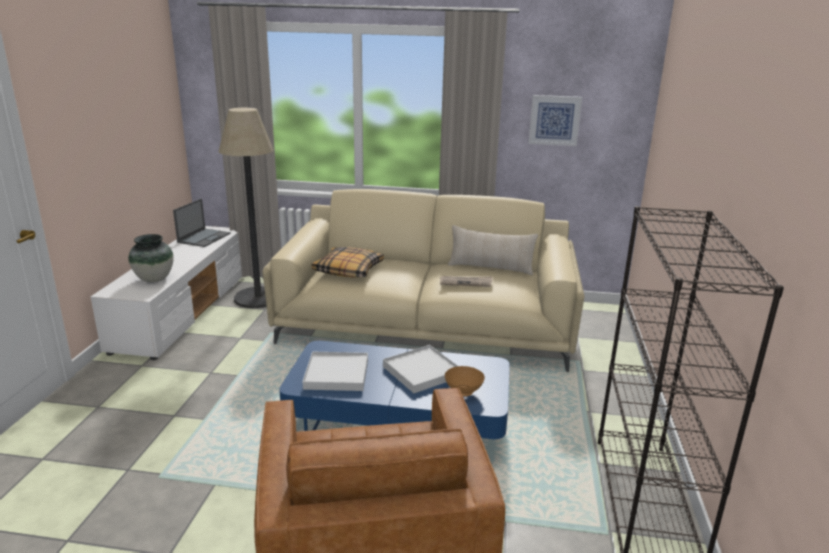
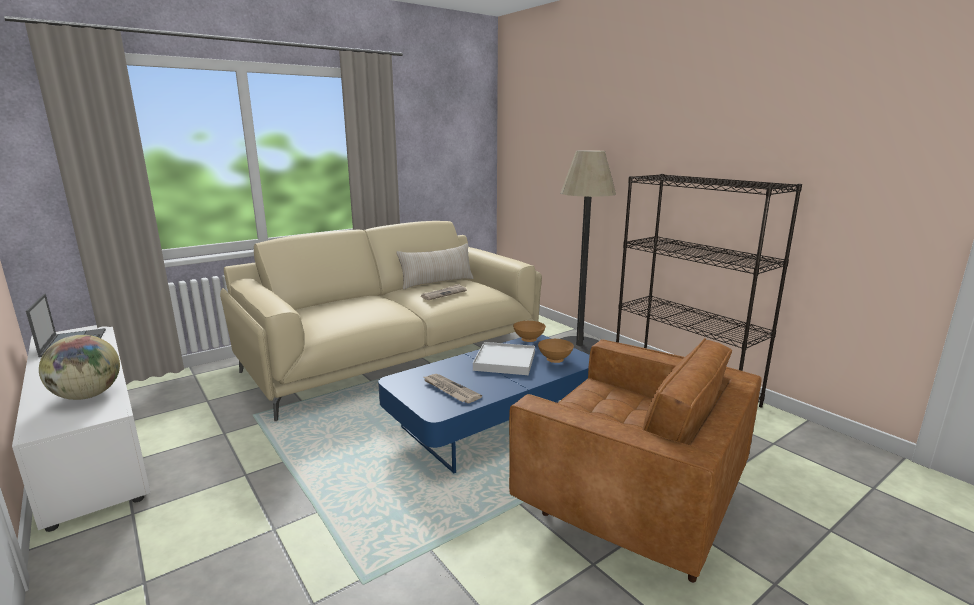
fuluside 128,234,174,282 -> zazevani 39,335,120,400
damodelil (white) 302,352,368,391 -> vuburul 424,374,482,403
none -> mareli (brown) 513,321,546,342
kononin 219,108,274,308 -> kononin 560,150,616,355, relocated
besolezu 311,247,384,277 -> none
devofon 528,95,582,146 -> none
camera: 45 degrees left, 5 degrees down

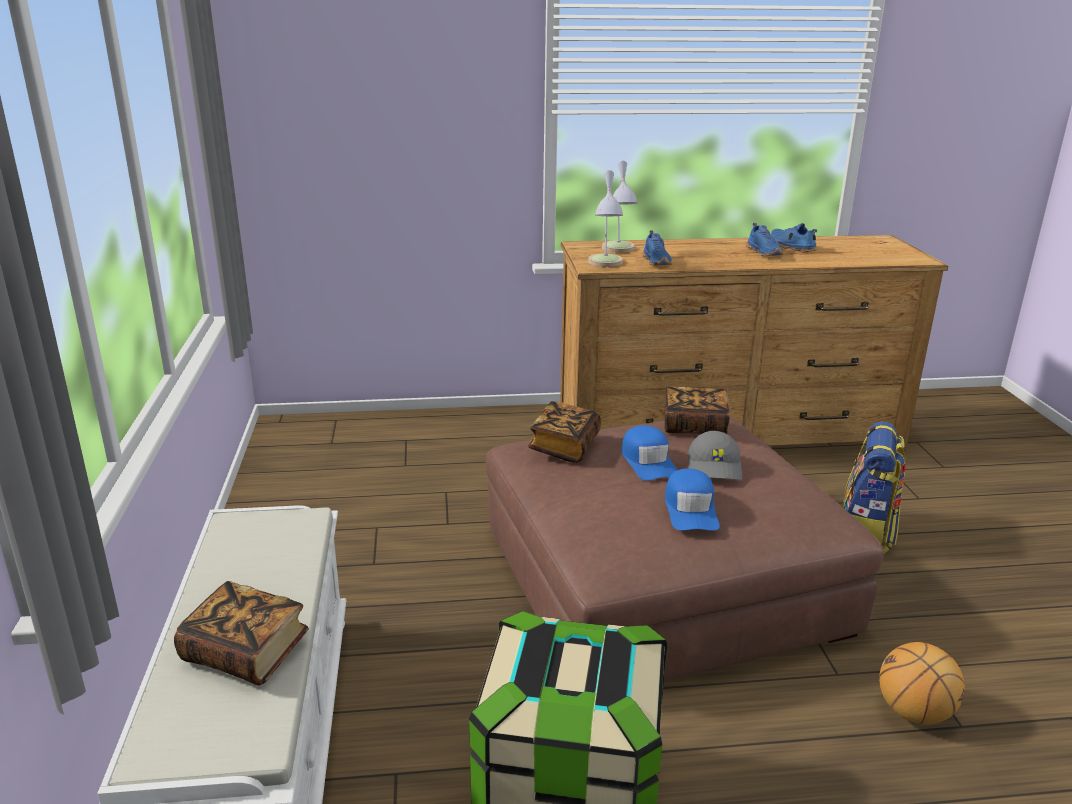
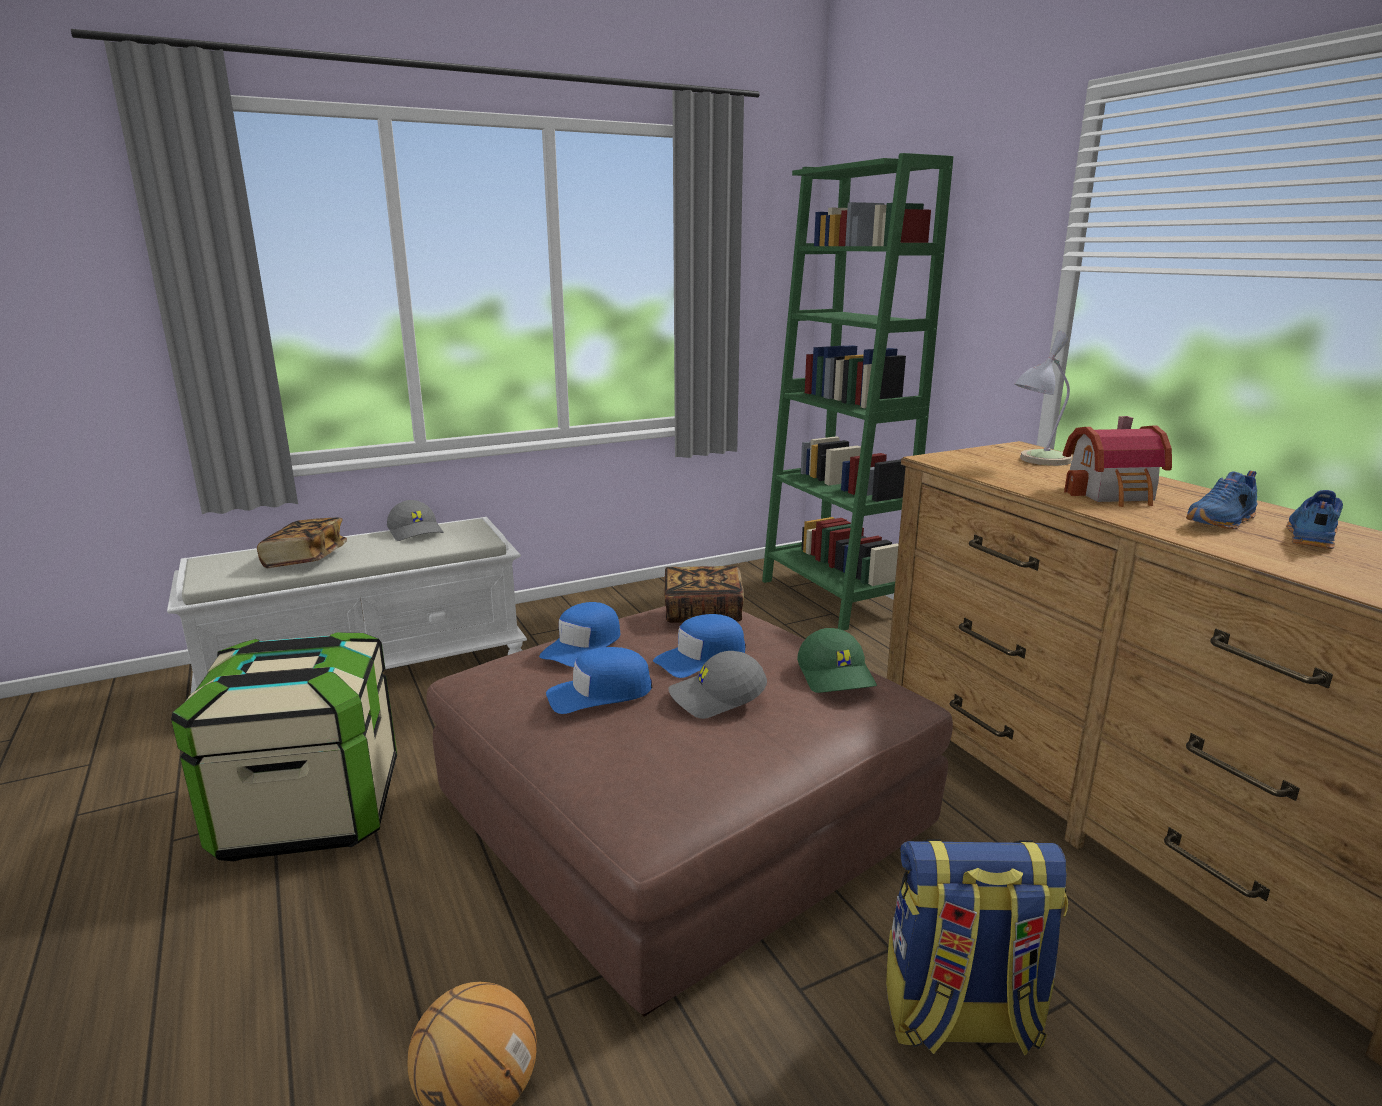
none -> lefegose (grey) 387,500,444,541
none -> lefegose (blue) 539,602,620,667
none -> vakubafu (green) 762,153,953,631
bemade 664,386,730,434 -> lefegose (green) 797,628,877,693
none -> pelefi 1063,416,1172,507
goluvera 588,170,623,267 -> none
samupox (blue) 642,230,672,266 -> none
camera: 70 degrees right, 5 degrees down

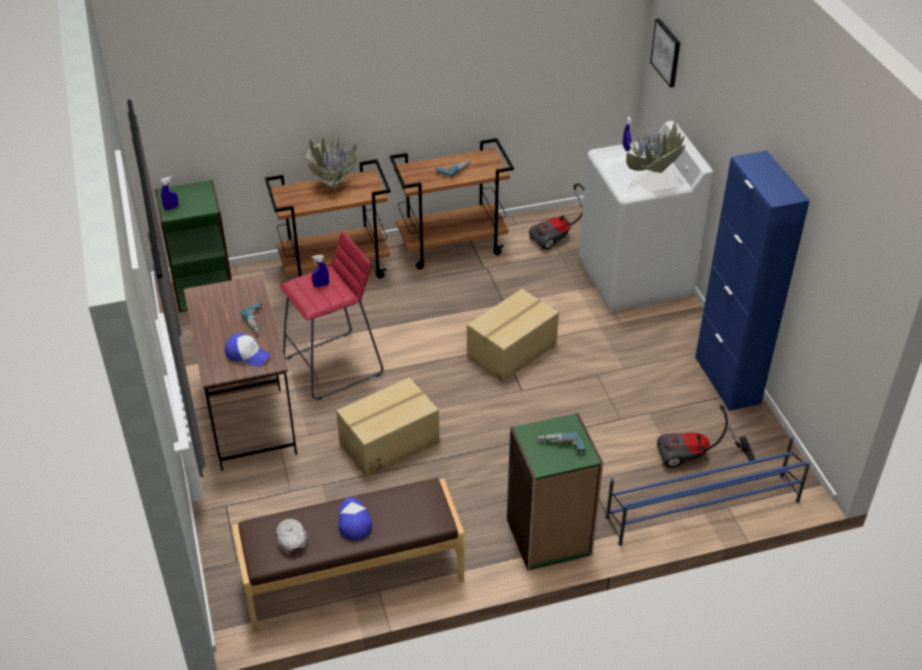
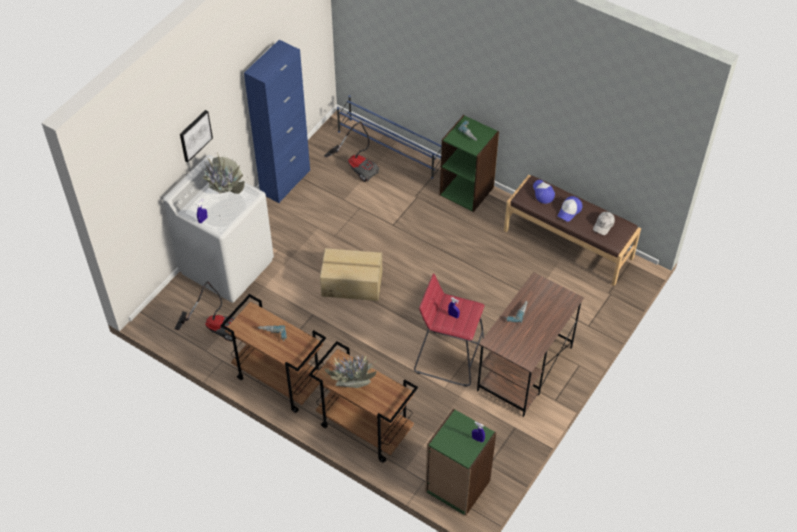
devofon 650,18,680,87 -> devofon 180,110,213,162, relocated
lefegose 225,333,271,367 -> lefegose 533,180,555,204, relocated
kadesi 336,377,440,477 -> none
camera: 130 degrees left, 10 degrees up

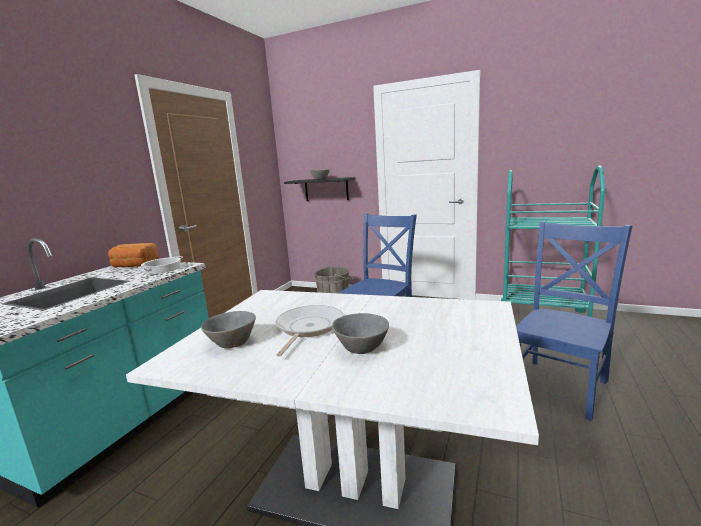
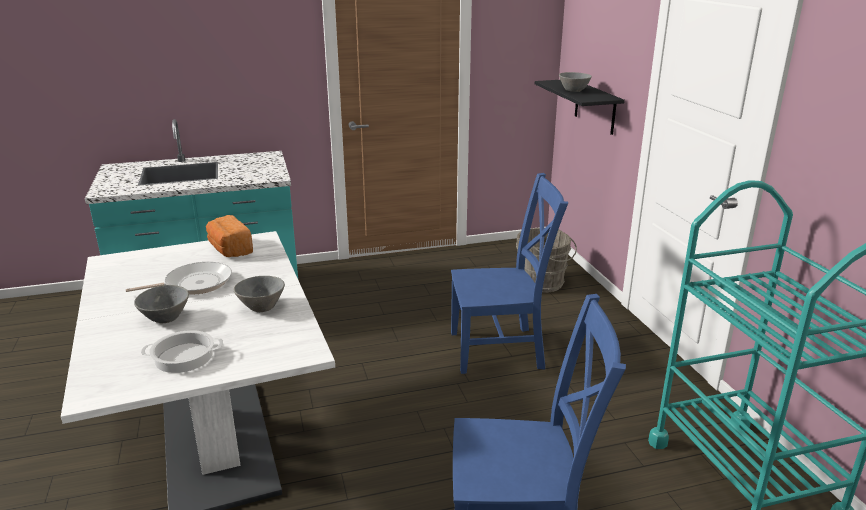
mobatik 138,256,183,274 -> mobatik 141,330,223,373, relocated
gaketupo 108,243,159,268 -> gaketupo 206,215,253,257, relocated
mareli (grey) 201,311,256,348 -> mareli (grey) 234,276,285,312, relocated
camera: 50 degrees right, 10 degrees up

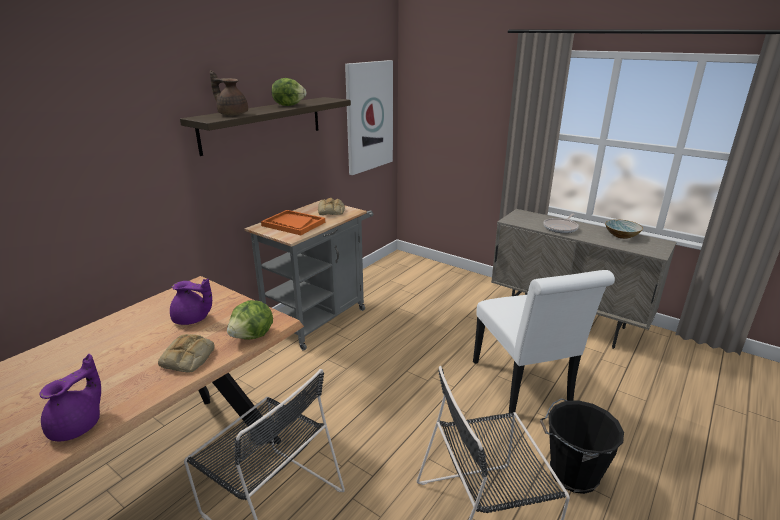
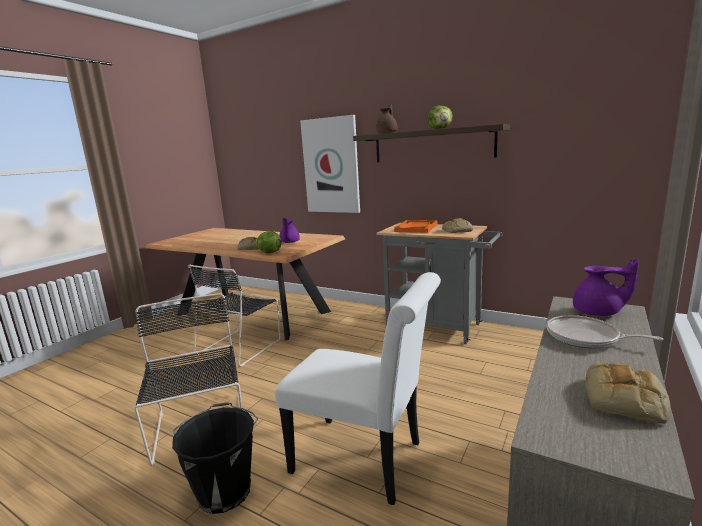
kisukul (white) 473,270,615,413 -> kisukul (white) 275,272,441,505, 135 degrees counterclockwise
devofon 345,60,393,175 -> devofon 300,115,360,213, relocated
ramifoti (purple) 39,354,101,441 -> ramifoti (purple) 573,258,639,316, relocated
mareli 605,219,643,239 -> gaketupo 585,363,671,424
camera: 85 degrees right, 10 degrees down

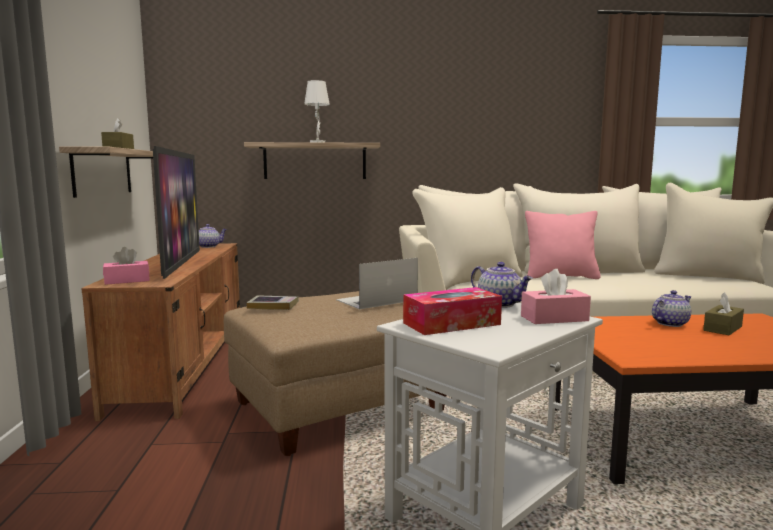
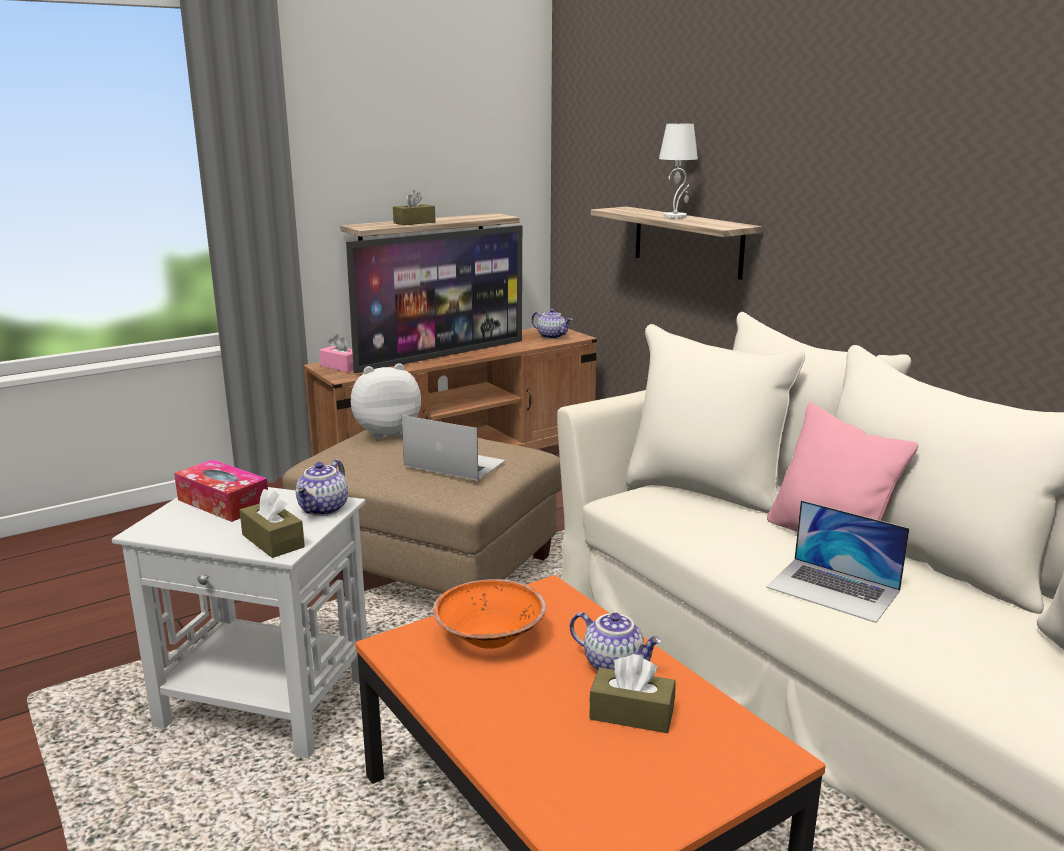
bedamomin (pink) 521,269,591,324 -> bedamomin (brown) 240,488,305,558
bemade 246,295,299,310 -> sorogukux 351,363,421,439
none -> mareli (orange) 433,579,546,649
none -> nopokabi 766,500,910,623
camera: 60 degrees right, 10 degrees up

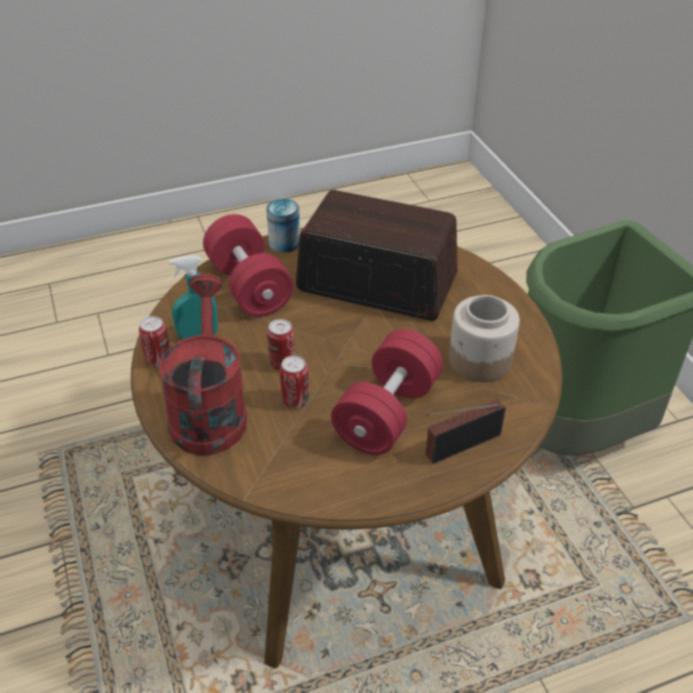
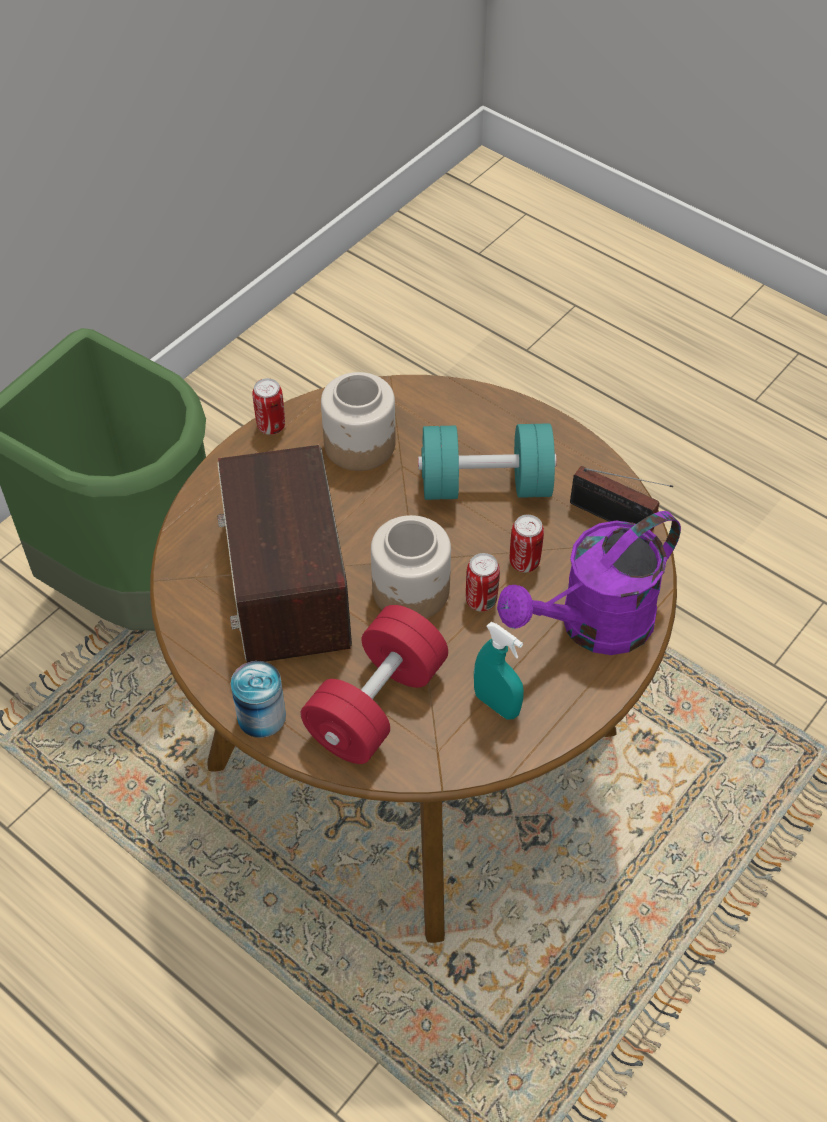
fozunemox 139,316,170,367 -> fozunemox 253,378,285,435, relocated
none -> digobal 371,515,451,619
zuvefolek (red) 331,329,443,455 -> zuvefolek (turquoise) 418,423,557,500
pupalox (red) 159,274,247,456 -> pupalox (purple) 497,511,681,655
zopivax 426,399,506,464 -> zopivax 570,466,673,531, relocated
camera: 120 degrees left, 10 degrees up

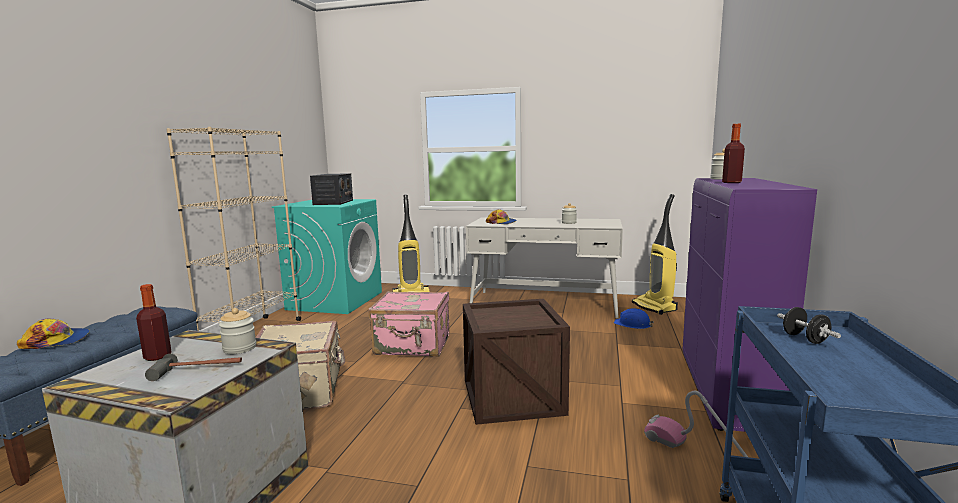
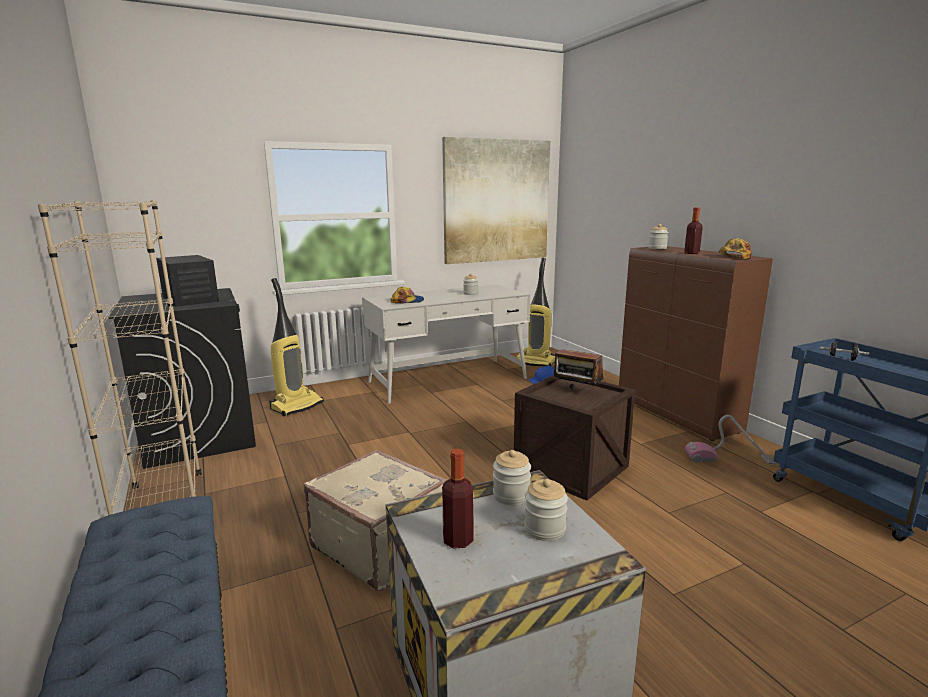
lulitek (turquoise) 272,199,382,314 -> lulitek (black) 108,288,256,469
none -> devofon 442,137,550,264
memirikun 145,354,242,381 -> digobal 524,479,568,541
none -> zopivax 554,349,604,388
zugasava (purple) 683,178,817,432 -> zugasava (brown) 619,246,773,441
lefegose 17,319,90,349 -> lefegose 719,238,752,259, relocated
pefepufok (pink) 368,291,450,357 -> none
camera: 40 degrees left, 5 degrees up

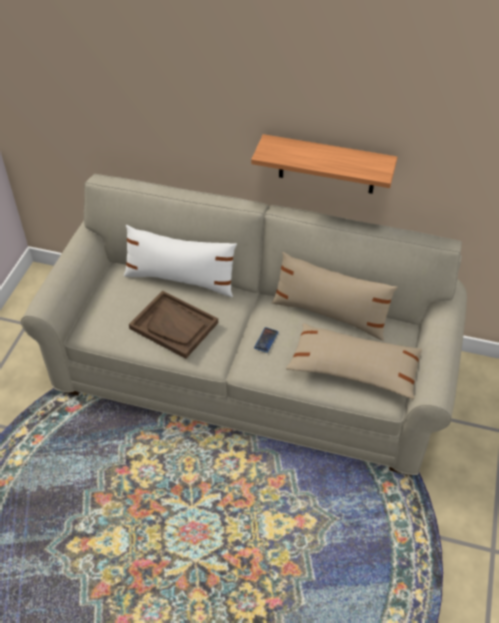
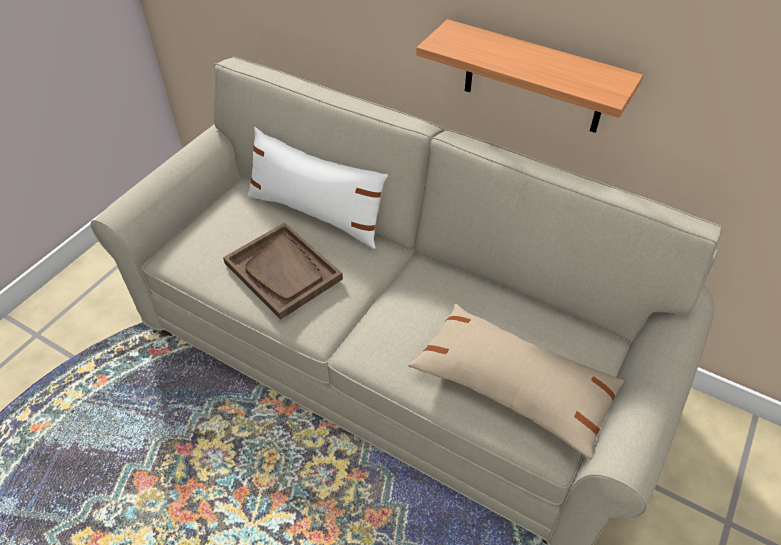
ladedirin 254,327,278,353 -> none
besolezu (beige) 272,252,398,341 -> none
camera: 15 degrees right, 0 degrees up

